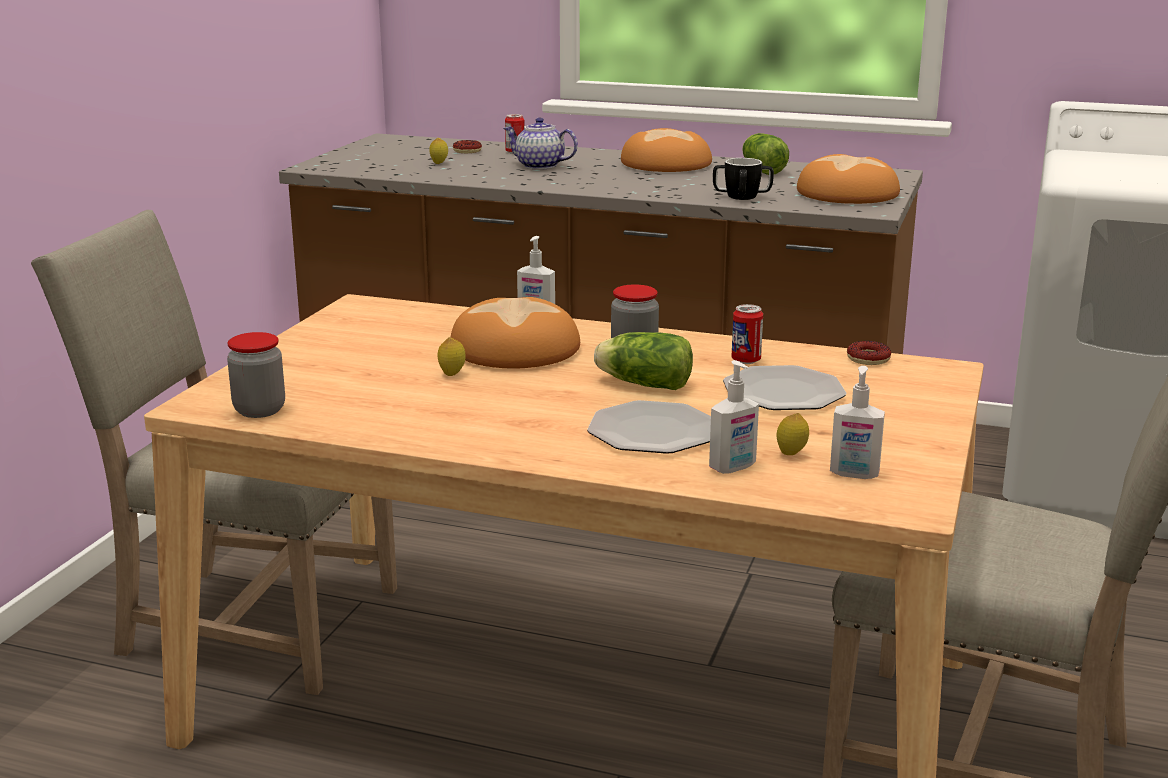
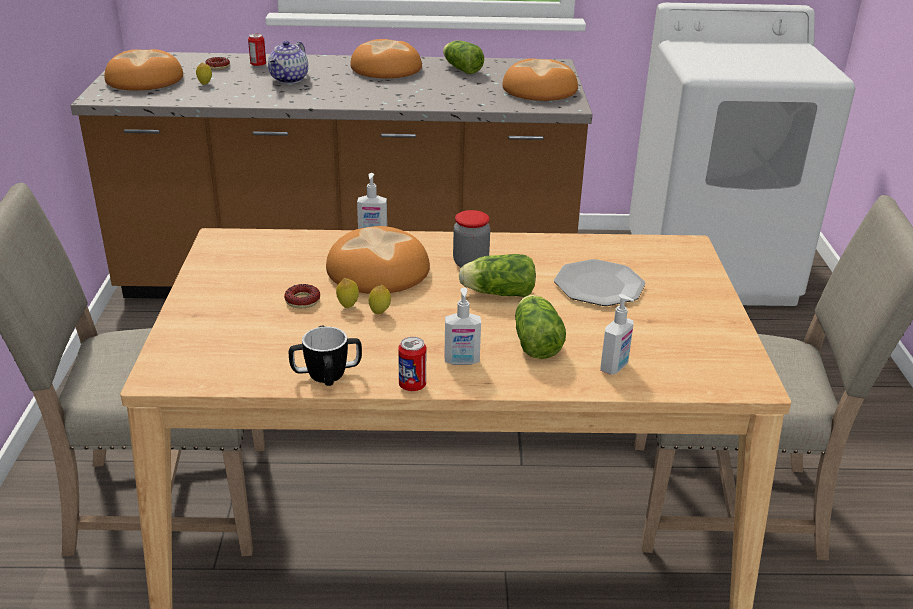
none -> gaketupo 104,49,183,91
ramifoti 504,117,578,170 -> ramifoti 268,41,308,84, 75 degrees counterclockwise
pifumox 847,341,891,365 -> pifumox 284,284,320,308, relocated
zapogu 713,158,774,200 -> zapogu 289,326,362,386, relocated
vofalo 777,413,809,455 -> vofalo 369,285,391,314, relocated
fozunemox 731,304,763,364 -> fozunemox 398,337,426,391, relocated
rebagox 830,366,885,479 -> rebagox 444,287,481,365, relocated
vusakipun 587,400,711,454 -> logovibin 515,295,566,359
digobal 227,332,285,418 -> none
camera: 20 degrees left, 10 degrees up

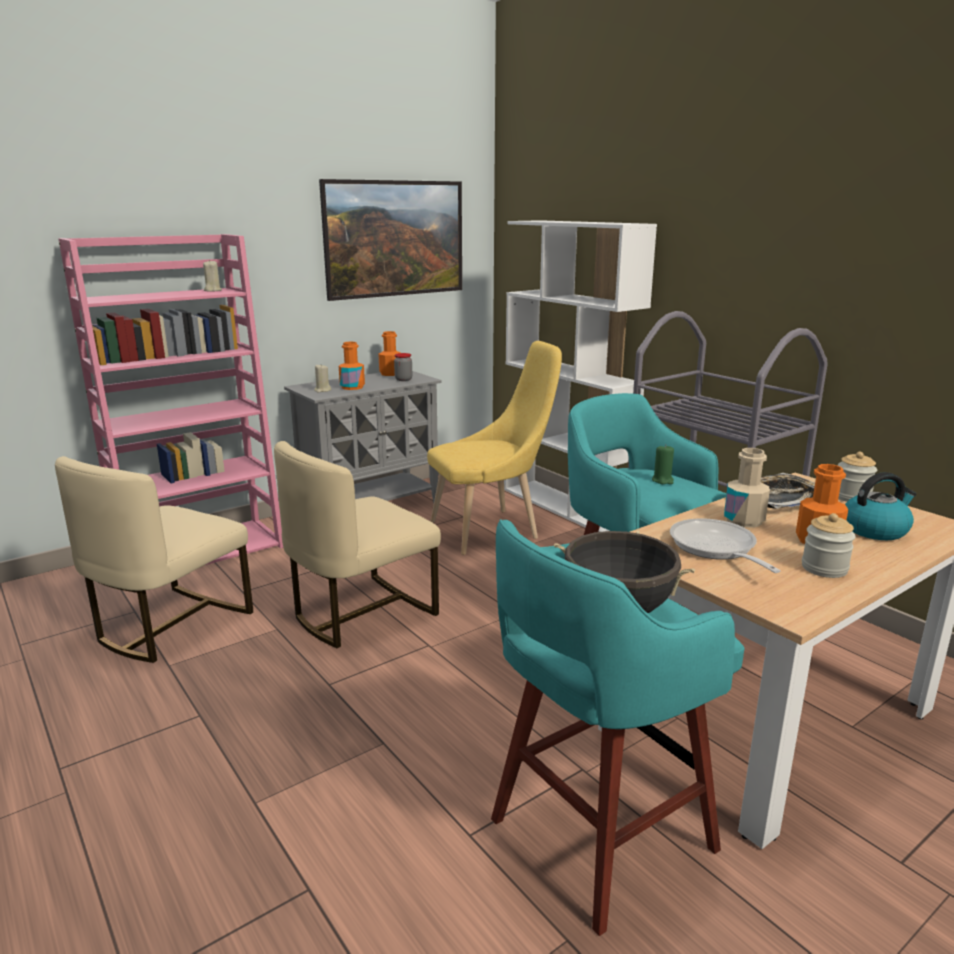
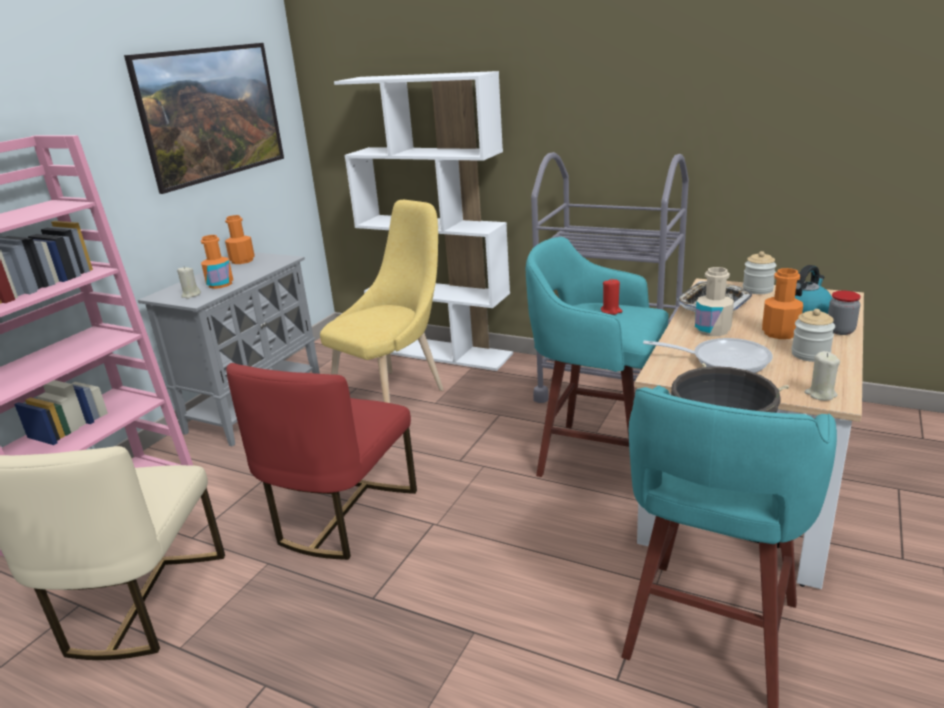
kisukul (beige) 274,441,441,648 -> kisukul (red) 226,363,417,560
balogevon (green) 652,445,674,484 -> balogevon (red) 601,278,623,315
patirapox 670,518,781,573 -> patirapox 643,338,773,373, 150 degrees clockwise
balogevon (beige) 203,260,222,292 -> balogevon (beige) 804,351,840,401, relocated
digobal 394,353,412,381 -> digobal 828,291,861,335, relocated
camera: 25 degrees left, 5 degrees up

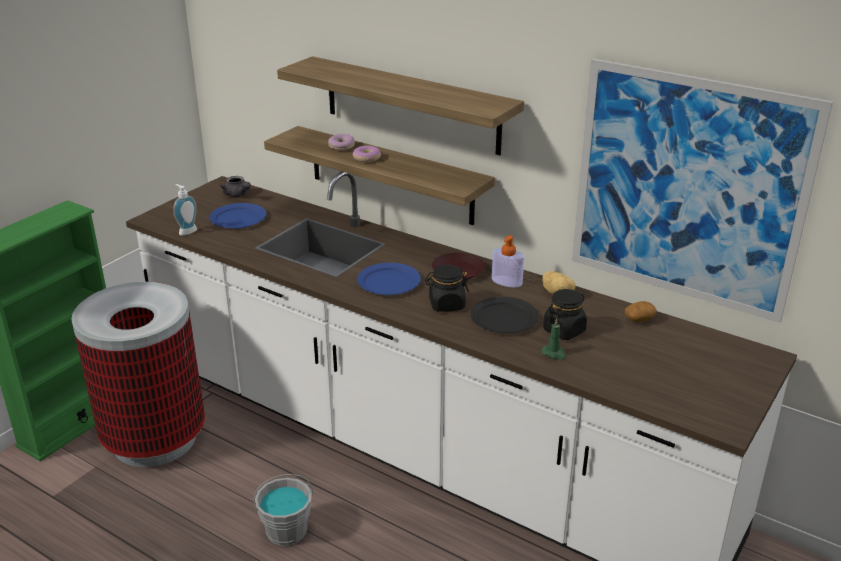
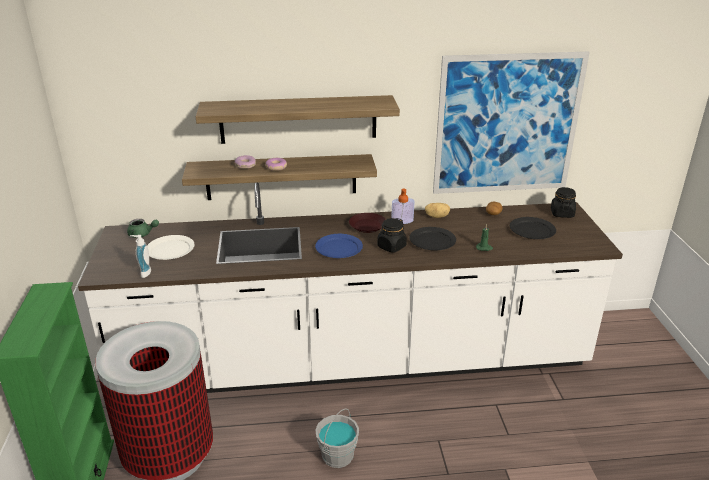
ramifoti (grey) 220,176,251,197 -> ramifoti (green) 127,219,159,238
vusakipun (blue) 209,203,266,229 -> vusakipun (white) 147,235,195,260
none -> vusakipun (black) 510,217,556,239
digobal (black) 543,289,587,340 -> digobal (black) 551,187,576,218, relocated
camera: 40 degrees left, 0 degrees up

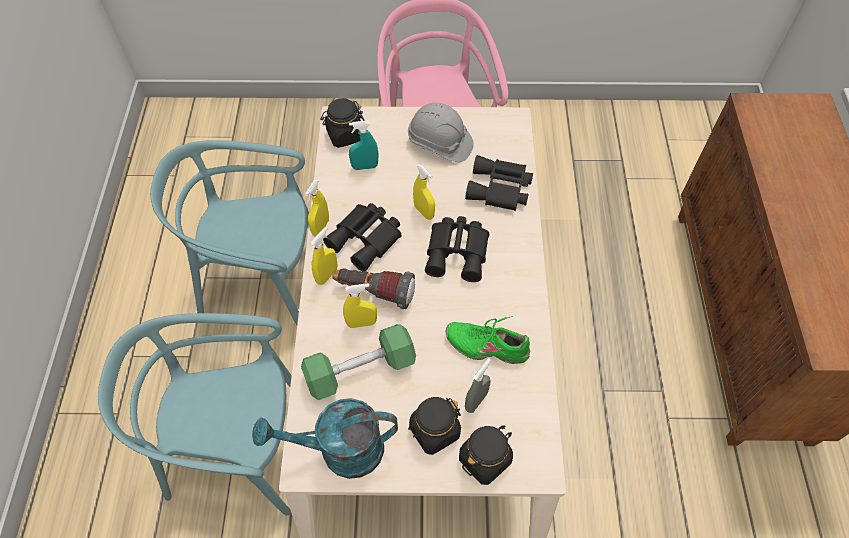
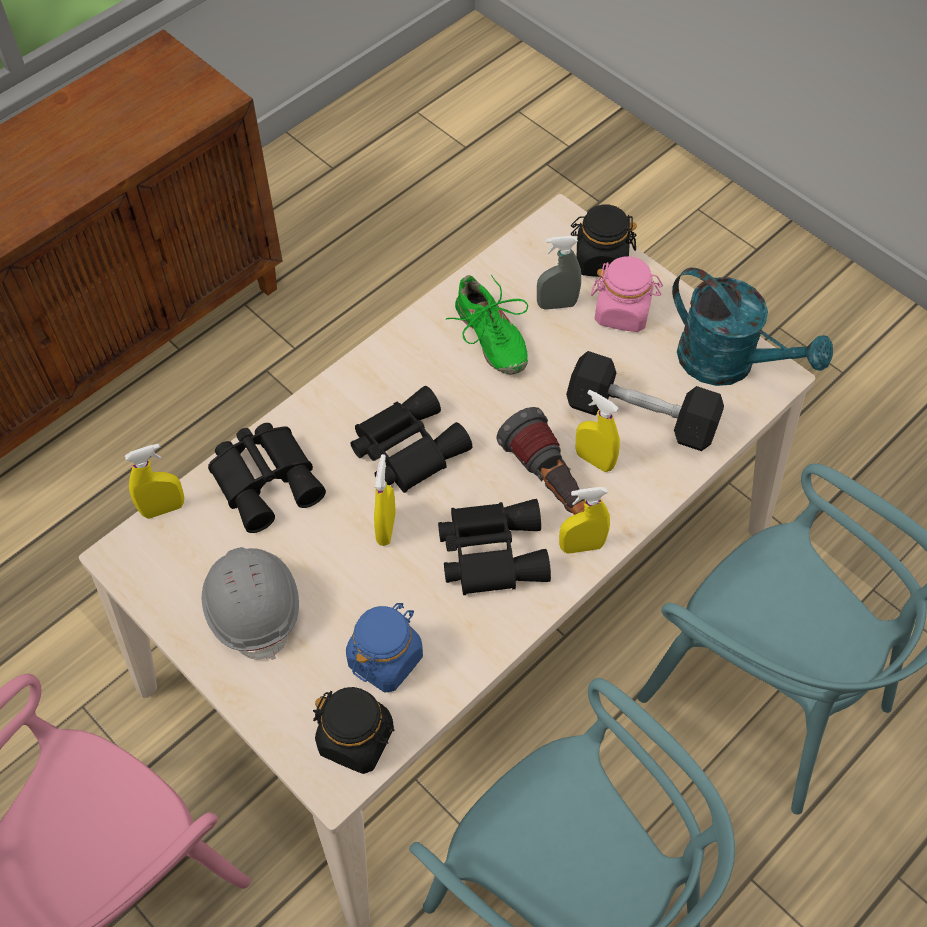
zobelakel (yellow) 305,179,329,236 -> zobelakel (yellow) 125,443,184,519, relocated
zobelakel (turquoise) 349,121,378,170 -> digobal (blue) 346,603,423,693
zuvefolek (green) 301,324,416,400 -> zuvefolek (black) 566,351,724,451
digobal (black) 408,397,461,455 -> digobal (pink) 591,256,663,332
camera: 135 degrees left, 0 degrees up

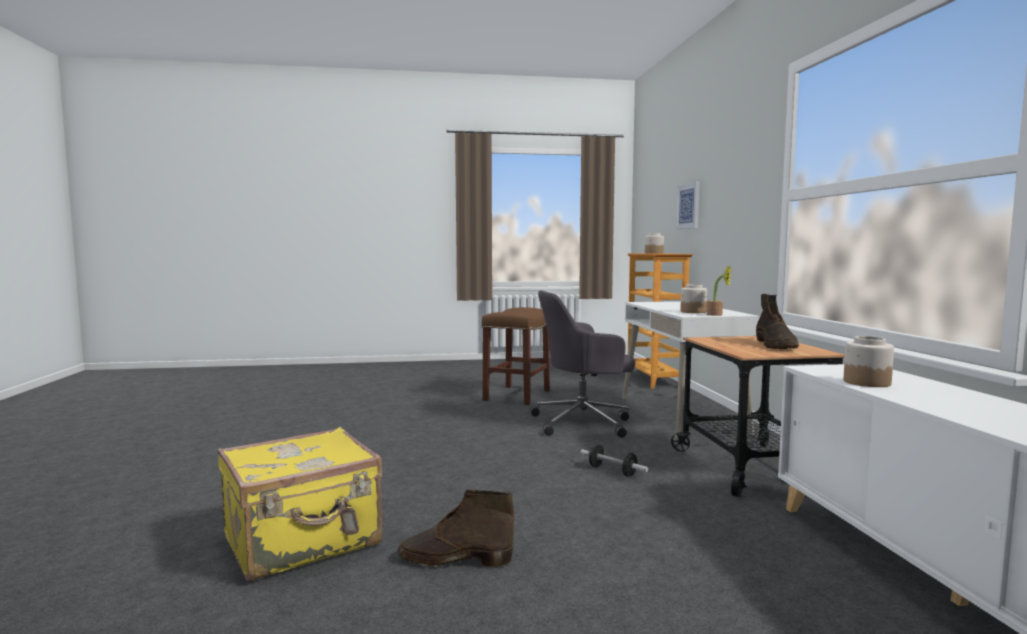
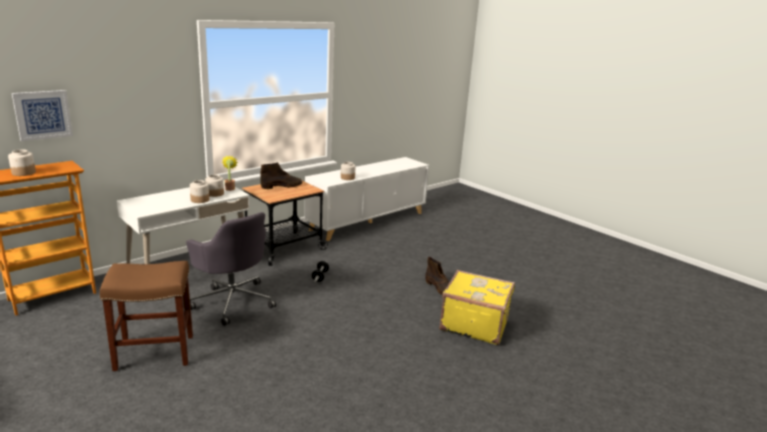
none -> digobal 190,180,209,203
camera: 125 degrees left, 15 degrees up

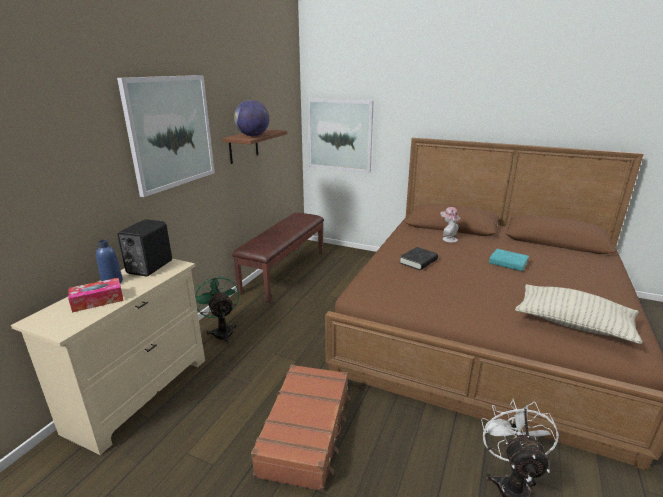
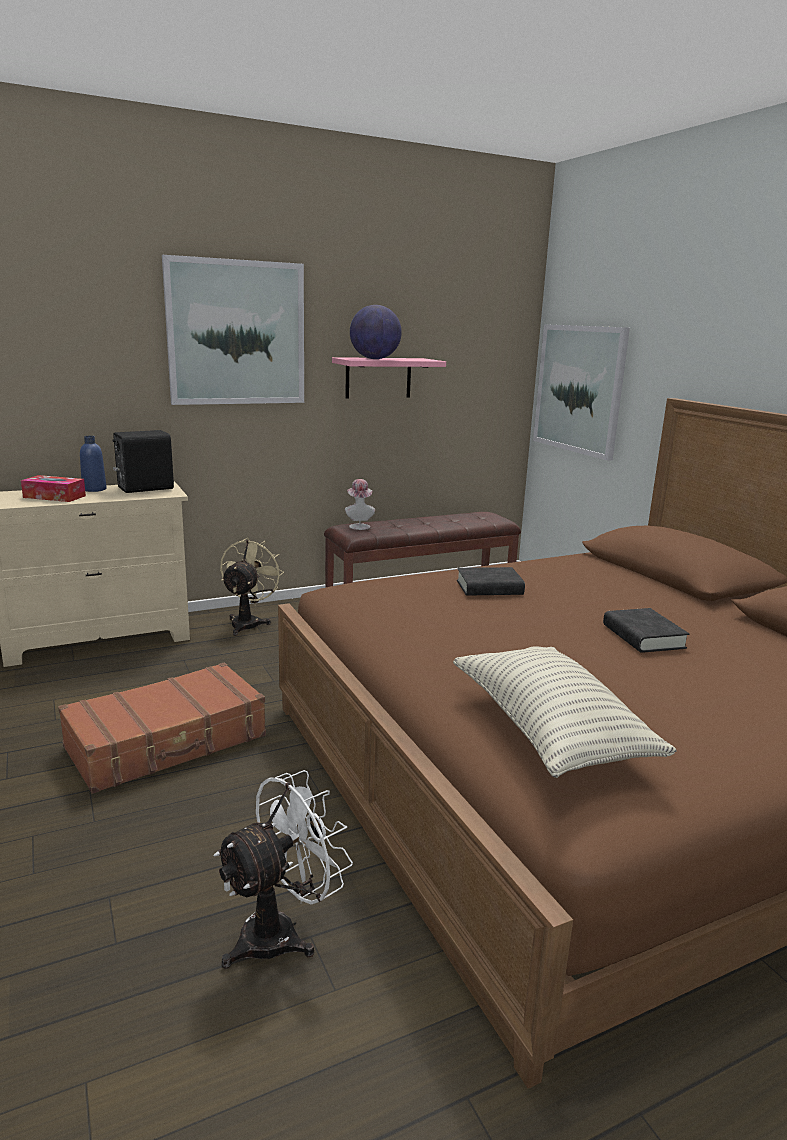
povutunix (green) 195,274,239,344 -> povutunix (beige) 220,538,284,636
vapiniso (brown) 222,129,287,164 -> vapiniso (pink) 332,357,446,398
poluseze 441,207,460,243 -> poluseze 345,479,375,530, relocated
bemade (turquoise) 489,249,529,271 -> bemade (black) 603,608,689,653
camera: 40 degrees right, 5 degrees down

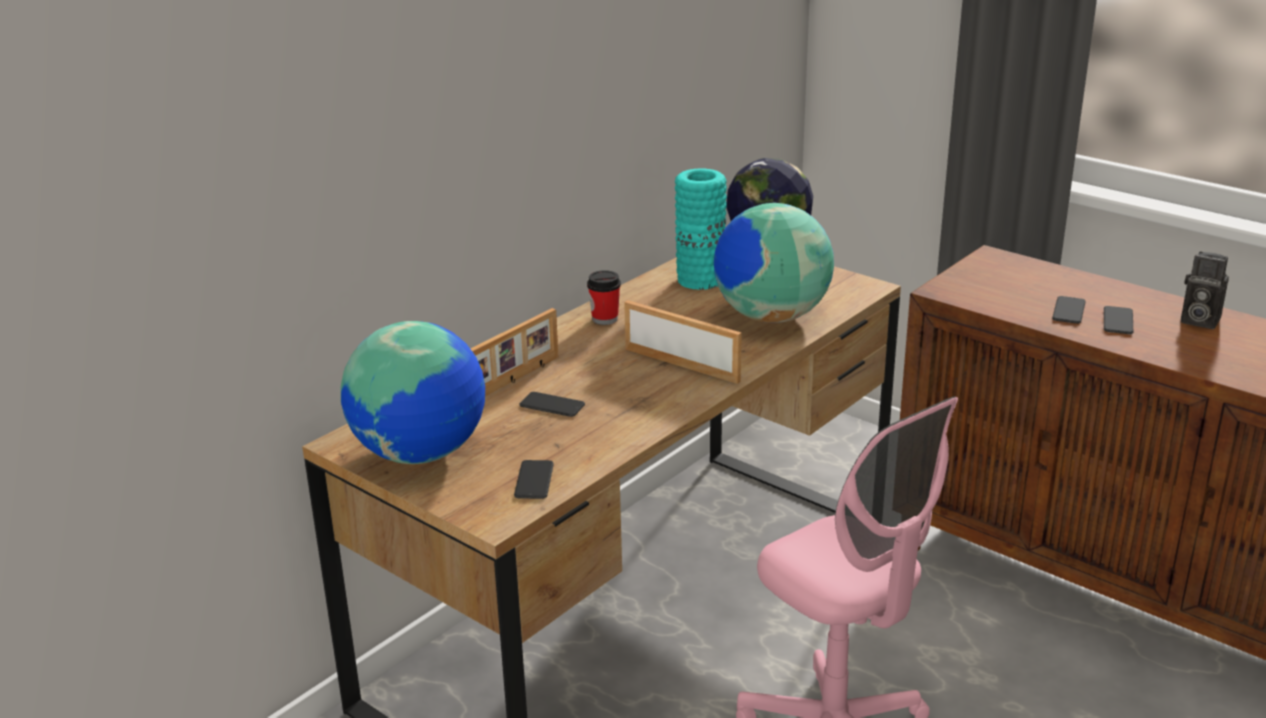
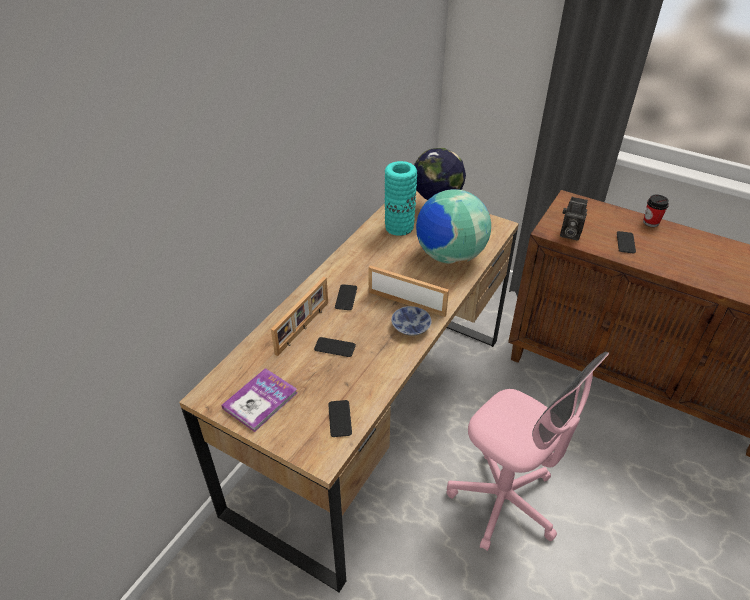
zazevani 341,321,485,464 -> bemade 222,368,297,432
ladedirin 1104,306,1133,334 -> ladedirin 335,284,357,310, relocated
none -> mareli 391,306,432,336
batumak 1181,251,1229,329 -> batumak 560,197,588,241, relocated
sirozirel 587,270,621,325 -> sirozirel 643,194,669,227, relocated
camera: 10 degrees left, 15 degrees up

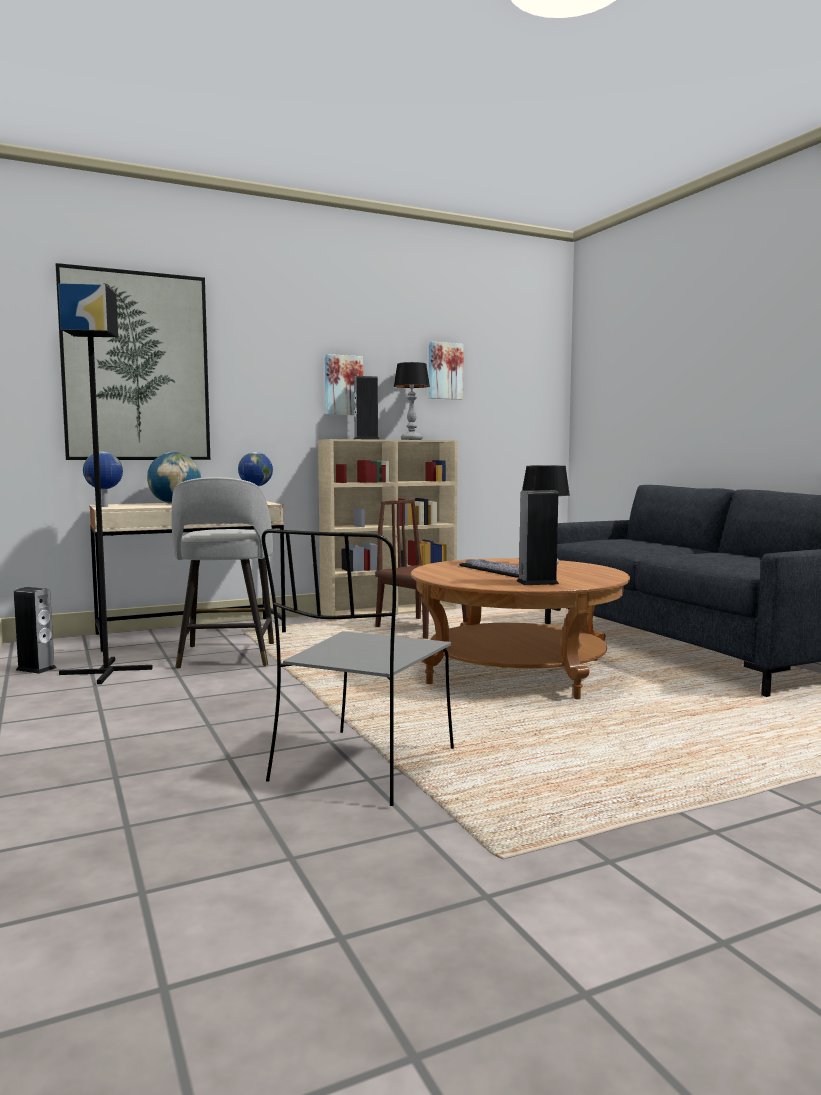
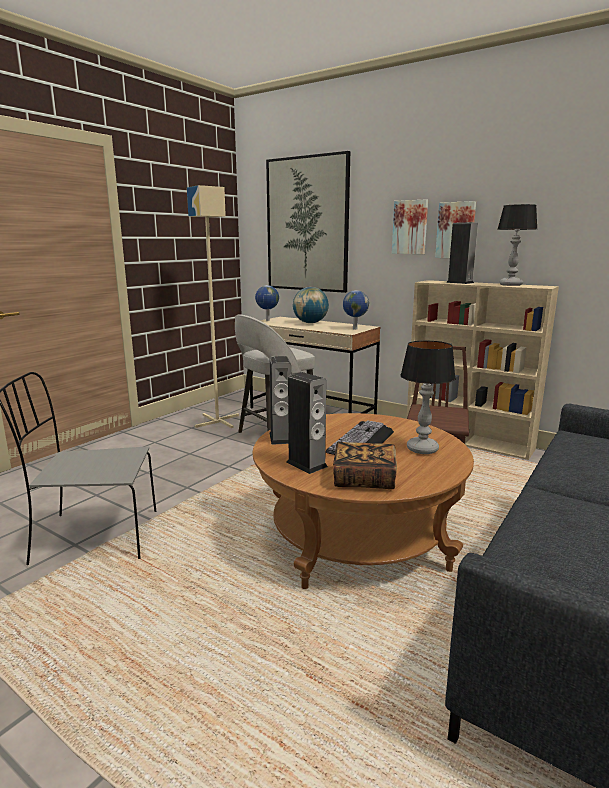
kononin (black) 58,283,153,684 -> kononin (beige) 187,185,239,428
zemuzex 14,587,57,674 -> zemuzex 269,356,291,445, relocated
none -> bemade 333,442,397,489
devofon 429,341,464,400 -> devofon 392,199,428,254, relocated
camera: 60 degrees right, 10 degrees up

